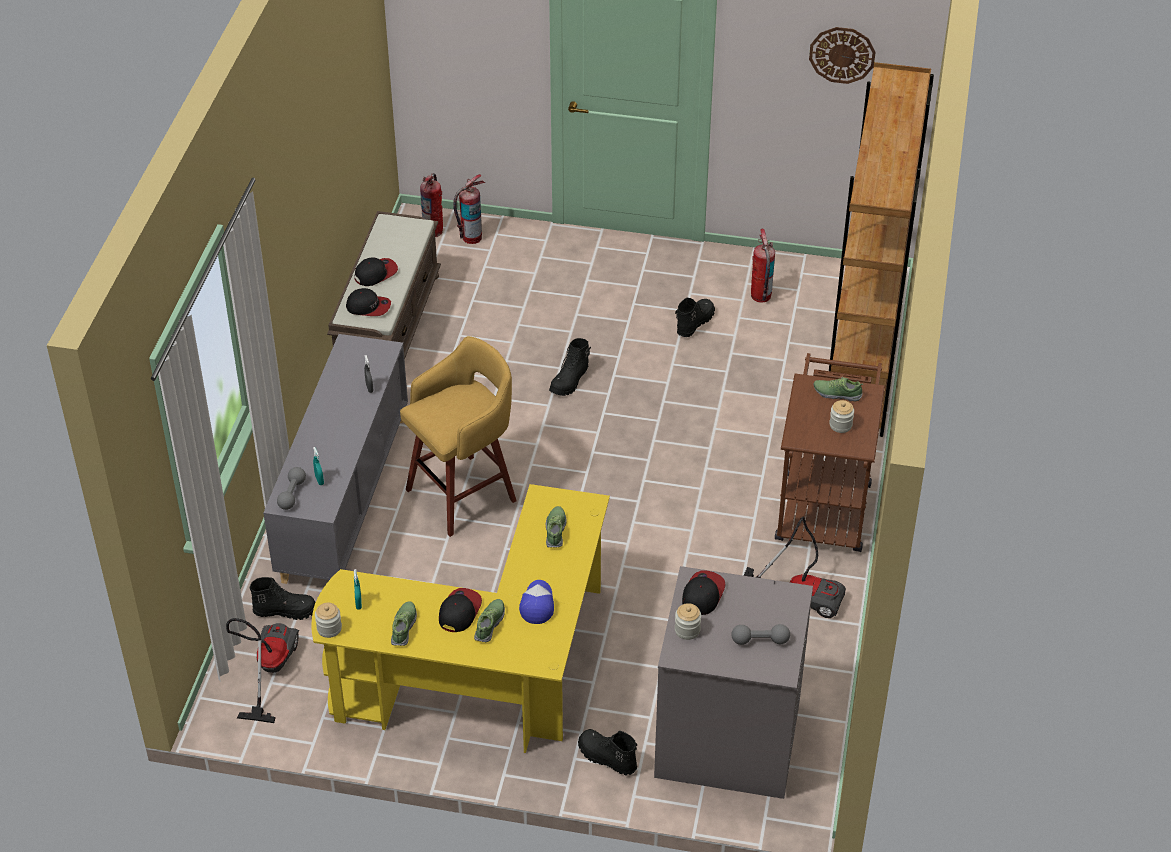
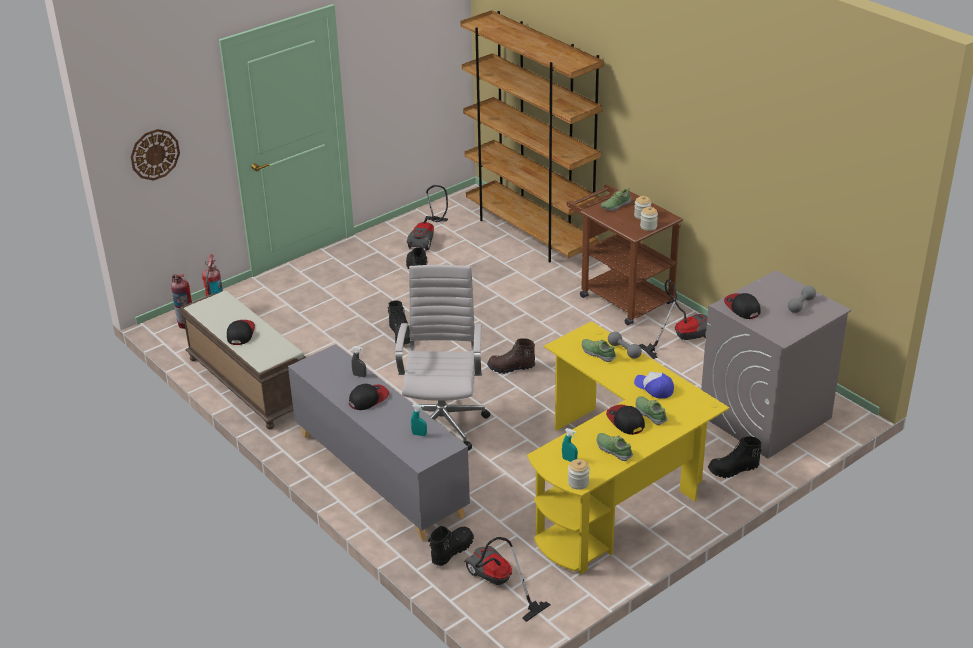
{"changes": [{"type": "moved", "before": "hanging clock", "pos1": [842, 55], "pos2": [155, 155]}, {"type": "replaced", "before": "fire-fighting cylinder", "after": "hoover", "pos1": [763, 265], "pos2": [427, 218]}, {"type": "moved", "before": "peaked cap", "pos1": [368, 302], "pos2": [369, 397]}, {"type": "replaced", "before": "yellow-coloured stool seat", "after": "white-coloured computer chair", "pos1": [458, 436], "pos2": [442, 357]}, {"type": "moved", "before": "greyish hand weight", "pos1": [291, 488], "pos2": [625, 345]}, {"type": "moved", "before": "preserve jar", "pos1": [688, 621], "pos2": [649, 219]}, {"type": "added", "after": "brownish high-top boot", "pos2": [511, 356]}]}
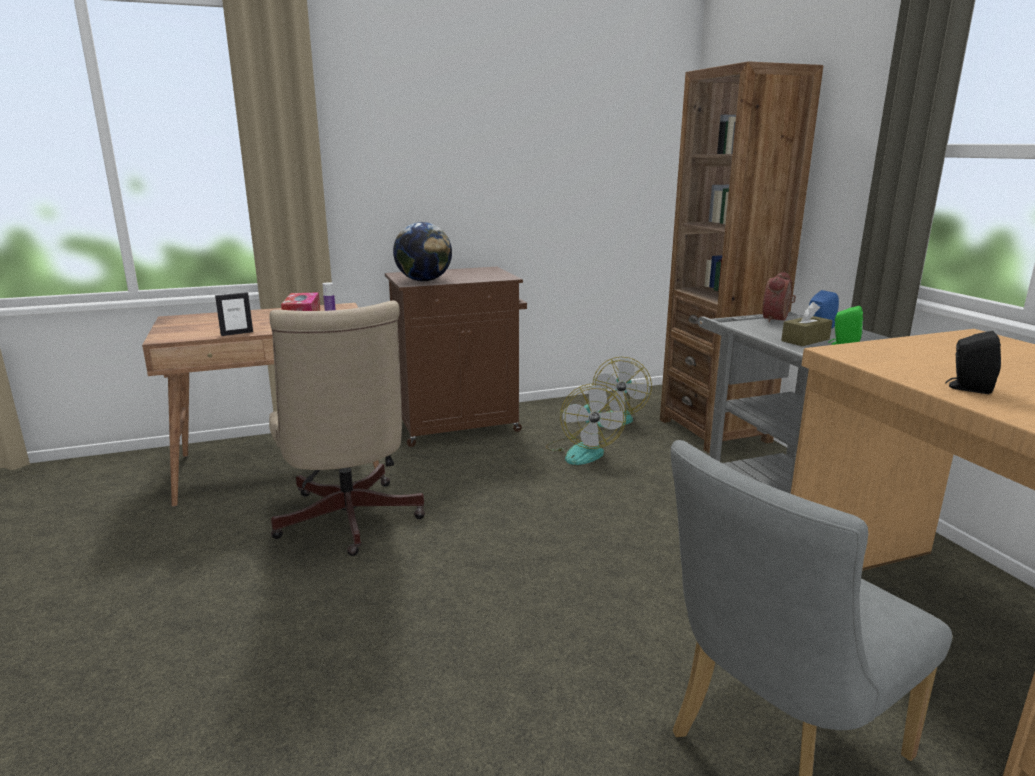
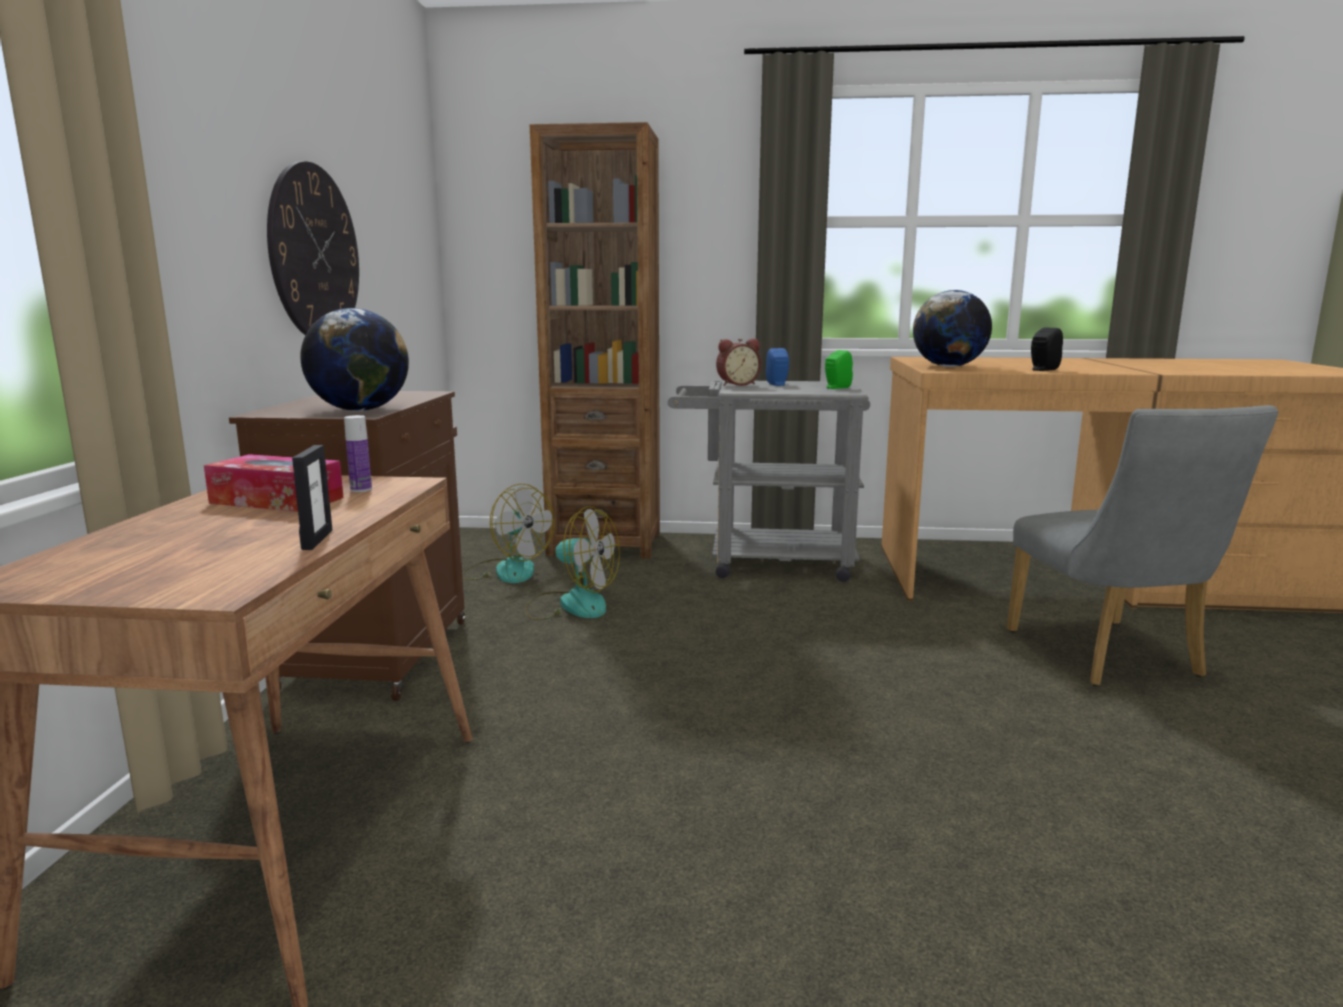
{"changes": [{"type": "turned", "before": "alarm clock", "pos1": [779, 297], "pos2": [738, 362], "turn": -75}, {"type": "removed", "before": "beige-coloured computer chair", "pos1": [347, 428]}, {"type": "removed", "before": "brownish box of tissues", "pos1": [807, 324]}, {"type": "added", "after": "hanging clock", "pos2": [313, 248]}, {"type": "added", "after": "desk globe", "pos2": [952, 328]}]}
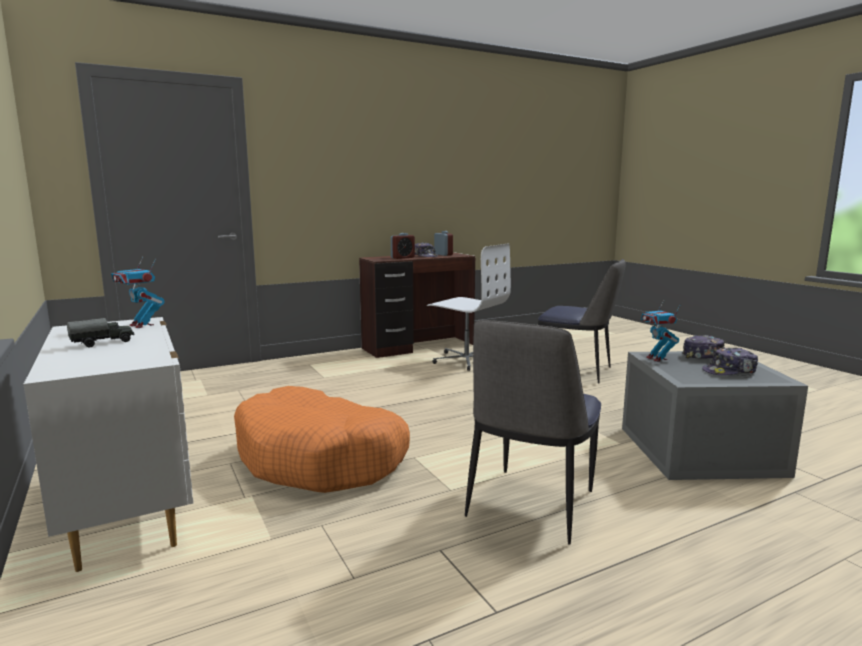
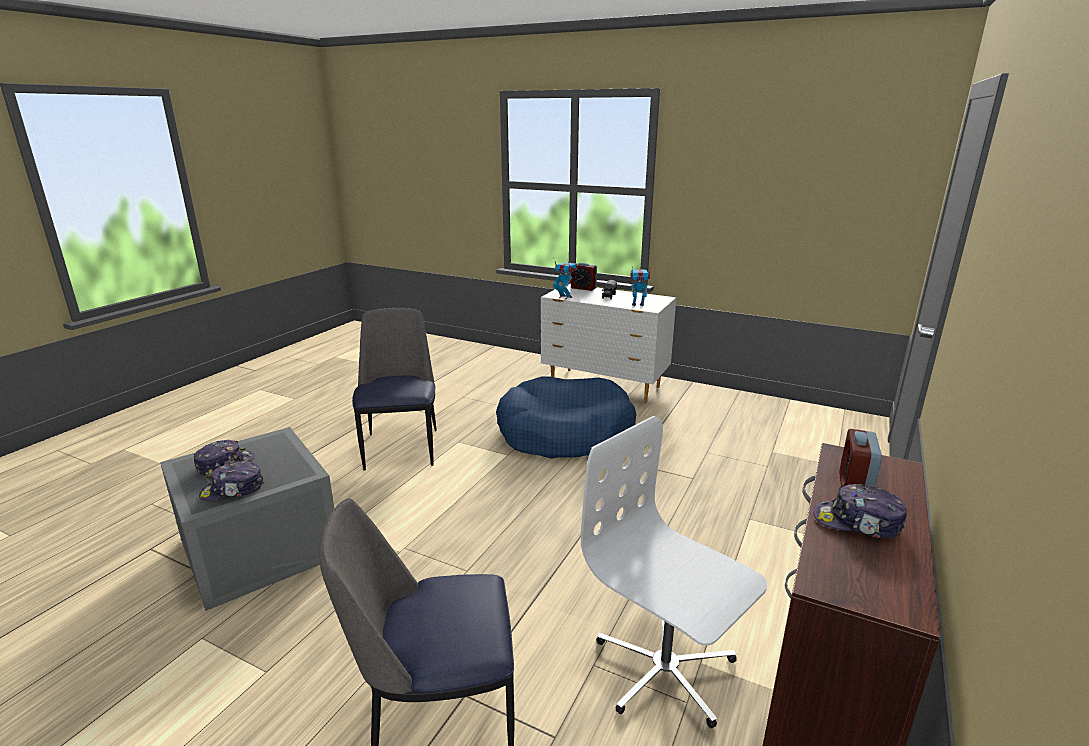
{"changes": [{"type": "moved", "before": "alarm clock", "pos1": [443, 243], "pos2": [584, 276]}, {"type": "turned", "before": "white-coloured computer chair", "pos1": [469, 307], "pos2": [674, 572], "turn": 45}, {"type": "moved", "before": "toy robot", "pos1": [661, 331], "pos2": [565, 280]}, {"type": "recoloured", "before": "orange-coloured pet bed", "after": "bluish pet bed", "pos1": [322, 439], "pos2": [566, 417]}]}
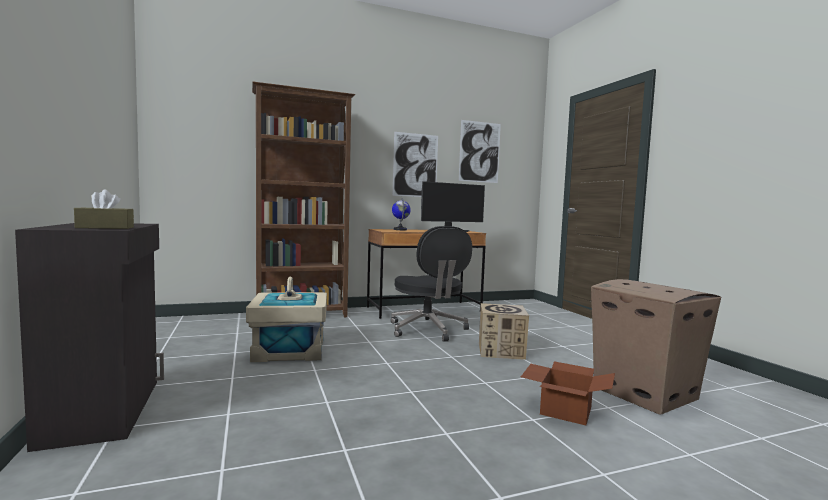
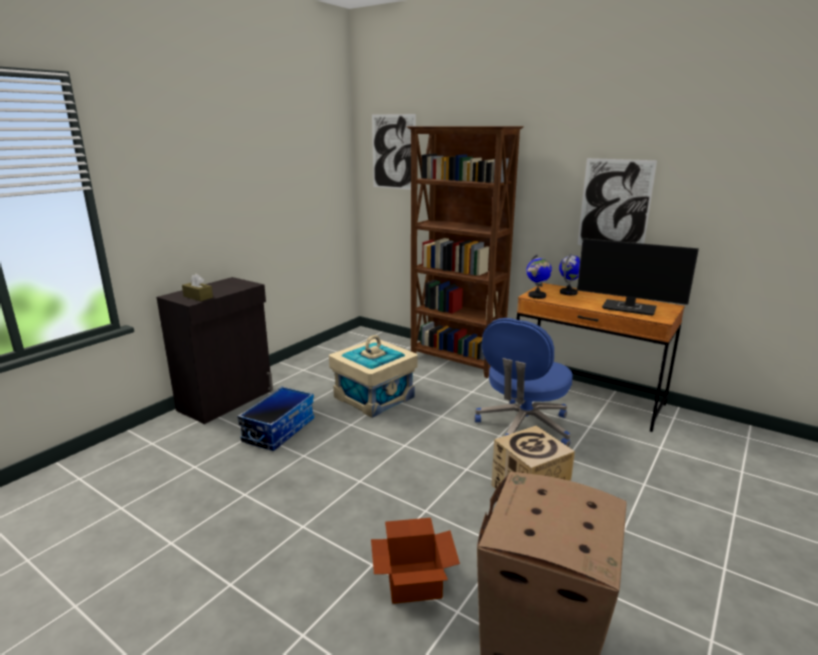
{"changes": [{"type": "moved", "before": "wall art", "pos1": [480, 151], "pos2": [394, 152]}, {"type": "recoloured", "before": "blackish computer chair", "after": "bluish computer chair", "pos1": [431, 284], "pos2": [524, 382]}, {"type": "added", "after": "desk globe", "pos2": [539, 276]}, {"type": "added", "after": "storage box", "pos2": [275, 419]}]}
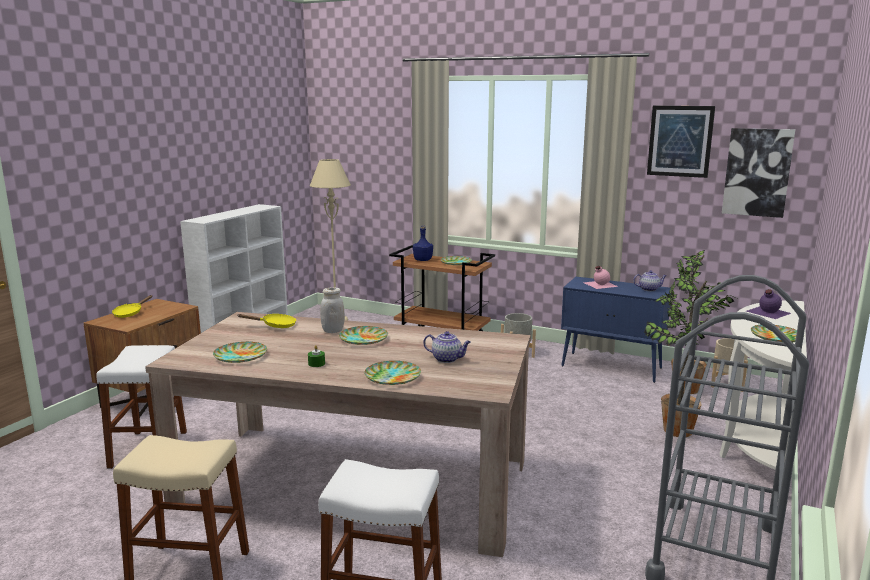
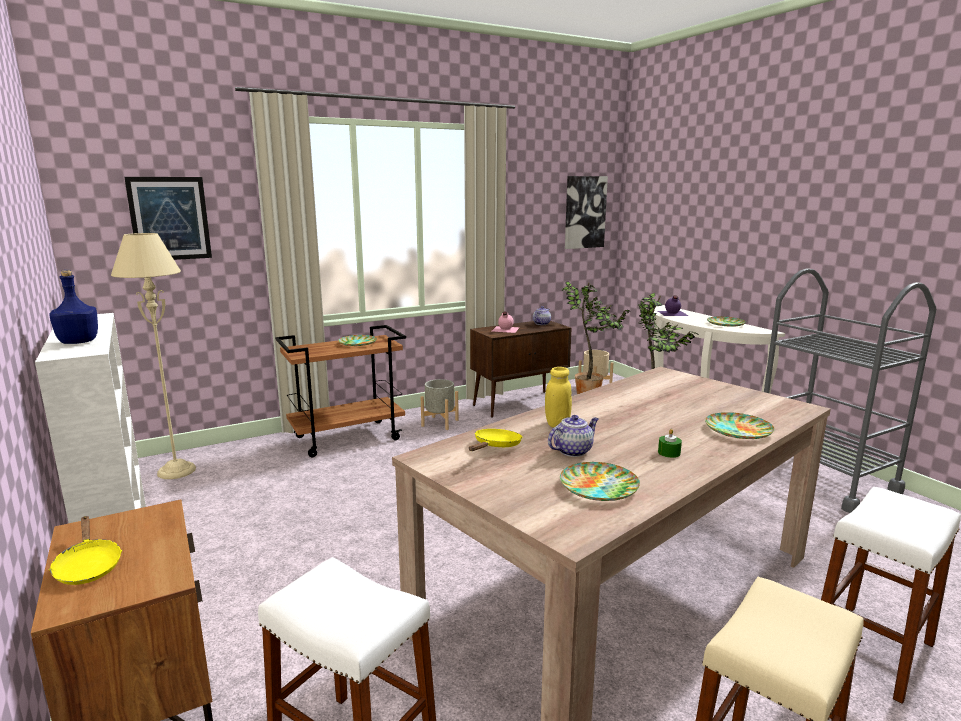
{"changes": [{"type": "moved", "before": "wall art", "pos1": [681, 142], "pos2": [168, 218]}, {"type": "moved", "before": "bluish bottle", "pos1": [423, 243], "pos2": [73, 307]}, {"type": "recoloured", "before": "bluish storage cabinet", "after": "brownish storage cabinet", "pos1": [616, 330], "pos2": [521, 369]}, {"type": "recoloured", "before": "white-coloured preserve jar", "after": "yellow-coloured preserve jar", "pos1": [332, 310], "pos2": [558, 397]}, {"type": "removed", "before": "flat dish", "pos1": [363, 335]}, {"type": "moved", "before": "pot for tea", "pos1": [447, 347], "pos2": [573, 436]}]}
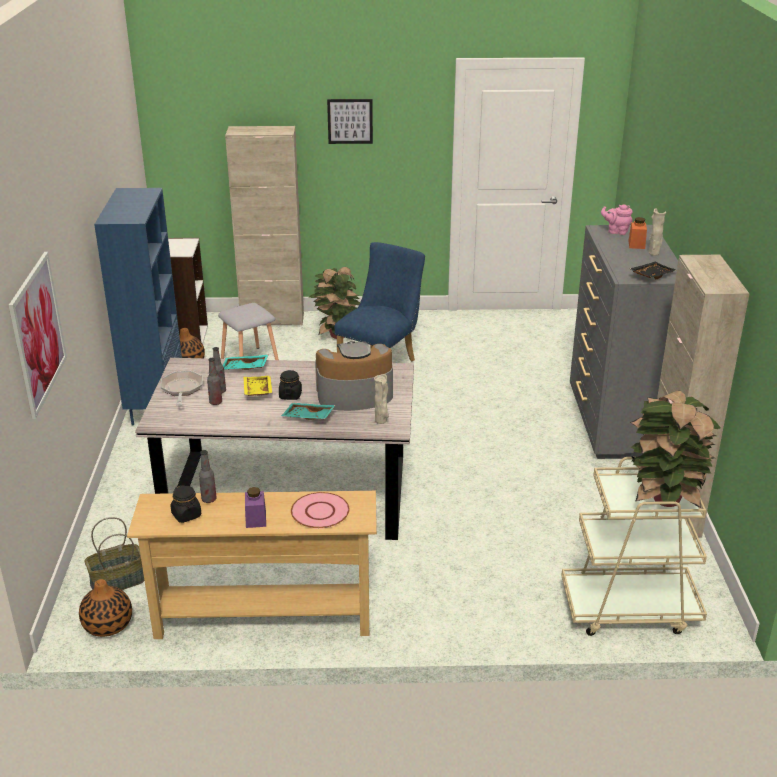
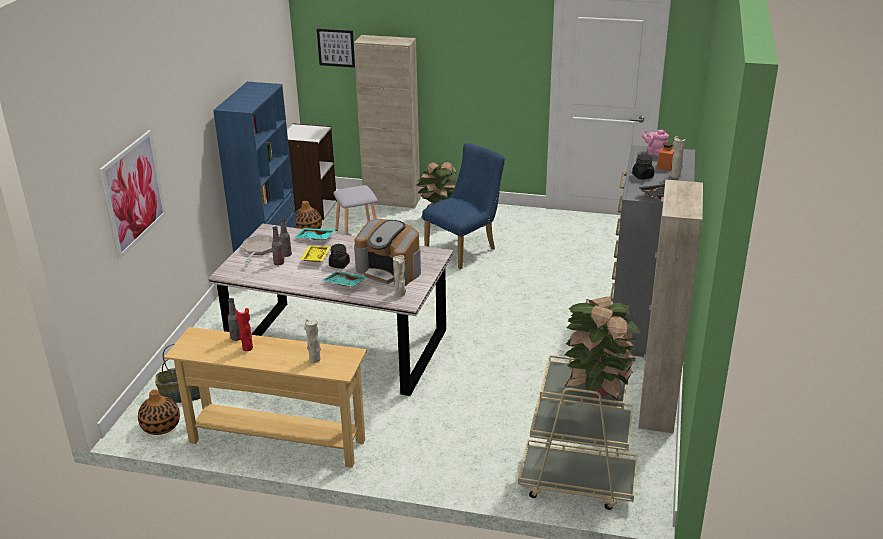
{"changes": [{"type": "moved", "before": "wall art", "pos1": [350, 121], "pos2": [336, 48]}, {"type": "turned", "before": "coffee maker", "pos1": [354, 376], "pos2": [387, 252], "turn": -150}, {"type": "moved", "before": "blackish preserve jar", "pos1": [186, 504], "pos2": [643, 167]}, {"type": "removed", "before": "purple-coloured preserve jar", "pos1": [255, 507]}, {"type": "replaced", "before": "pink flat dish", "after": "beige-coloured decorative vase", "pos1": [320, 510], "pos2": [312, 341]}, {"type": "added", "after": "reddish decorative vase", "pos2": [244, 329]}]}
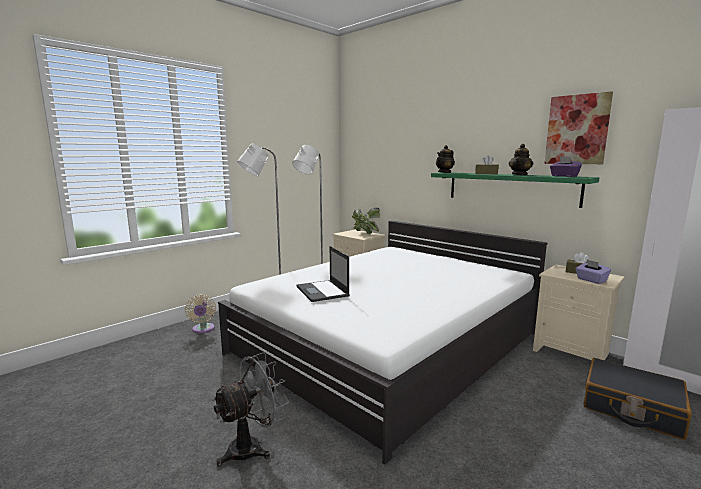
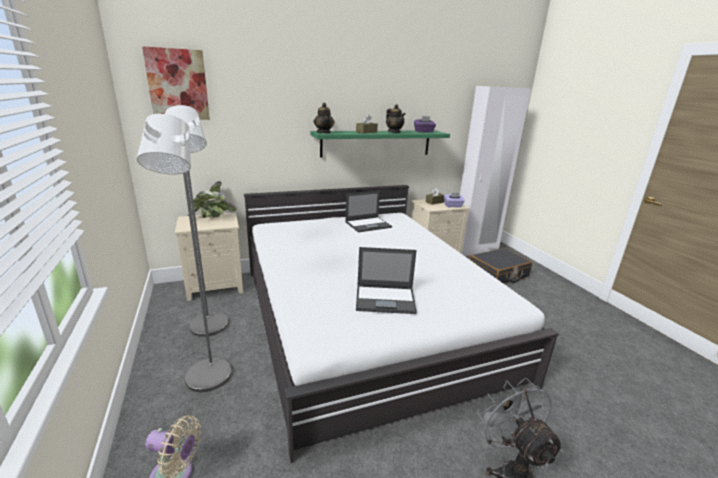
{"changes": [{"type": "moved", "before": "wall art", "pos1": [578, 127], "pos2": [176, 83]}, {"type": "added", "after": "notebook computer", "pos2": [368, 211]}]}
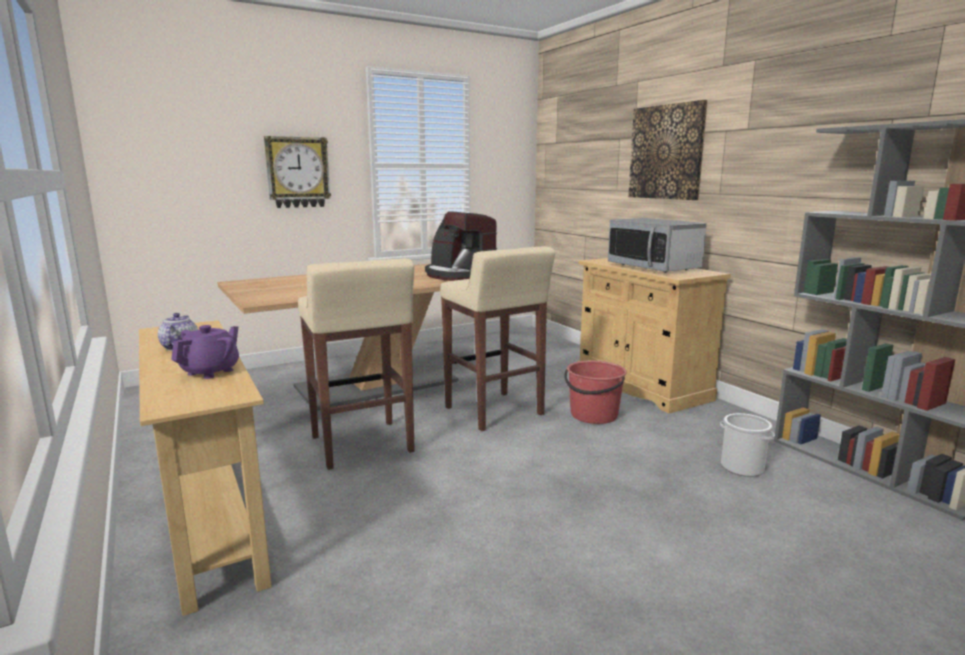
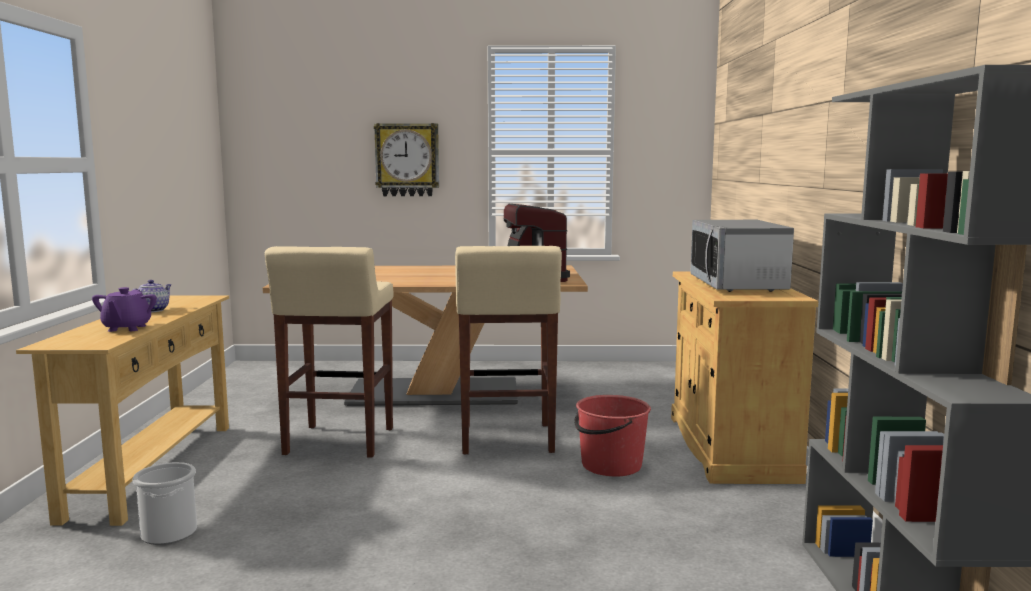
{"changes": [{"type": "removed", "before": "wall art", "pos1": [668, 150]}, {"type": "turned", "before": "purple-coloured pot for tea", "pos1": [205, 352], "pos2": [124, 309], "turn": 120}, {"type": "moved", "before": "bucket", "pos1": [747, 445], "pos2": [165, 503]}]}
